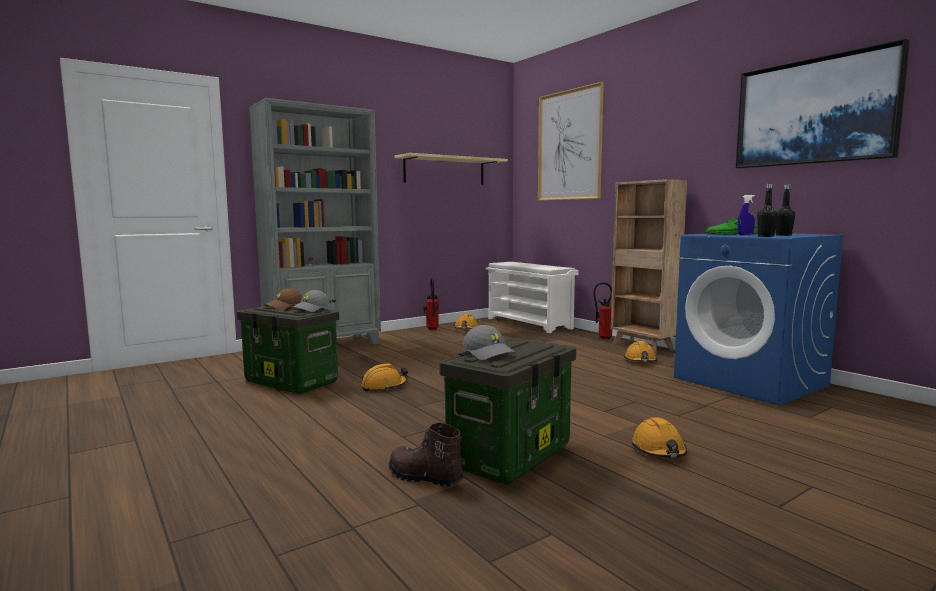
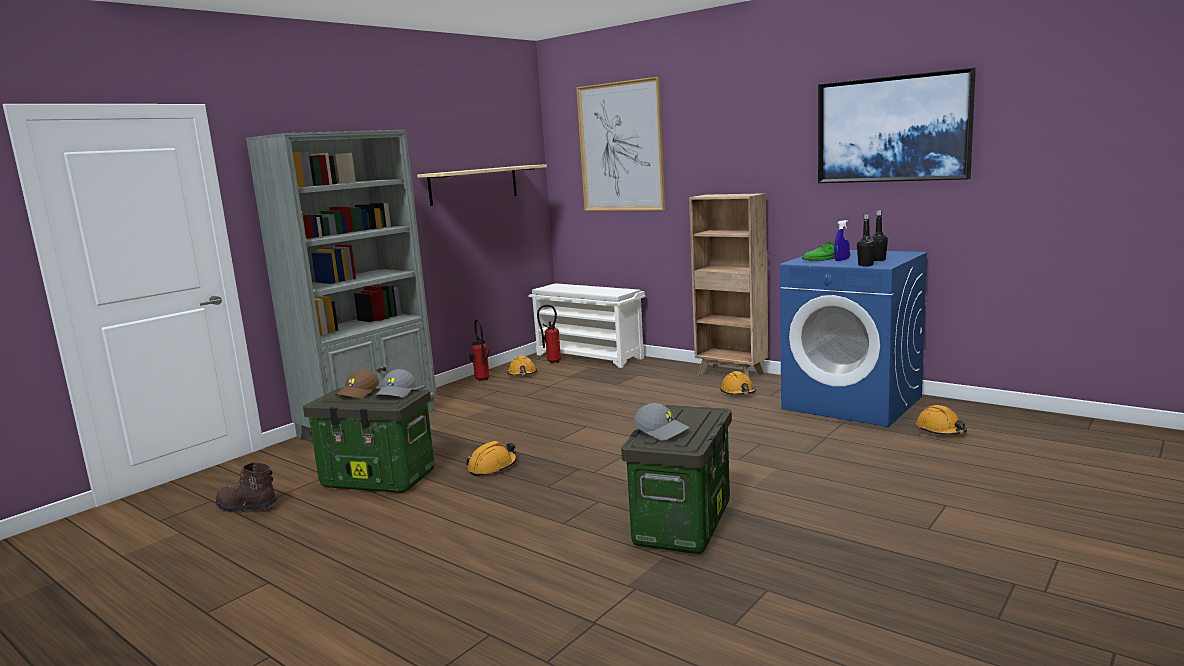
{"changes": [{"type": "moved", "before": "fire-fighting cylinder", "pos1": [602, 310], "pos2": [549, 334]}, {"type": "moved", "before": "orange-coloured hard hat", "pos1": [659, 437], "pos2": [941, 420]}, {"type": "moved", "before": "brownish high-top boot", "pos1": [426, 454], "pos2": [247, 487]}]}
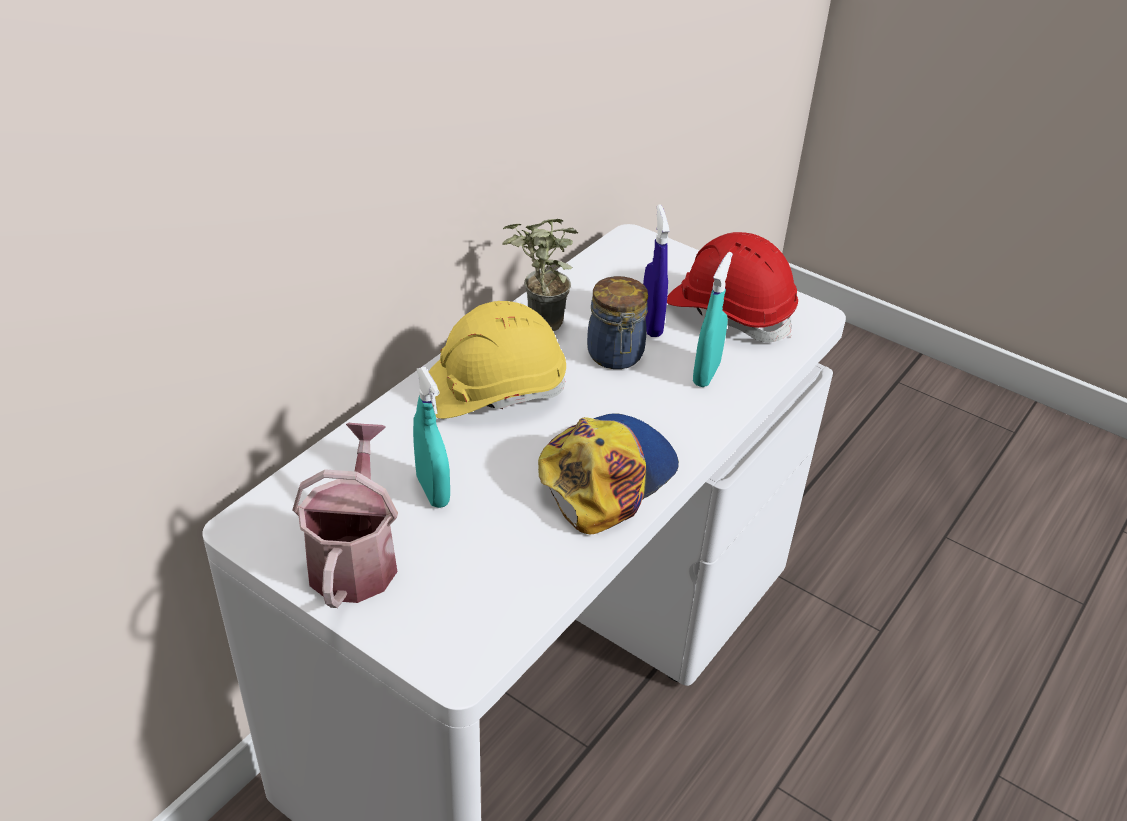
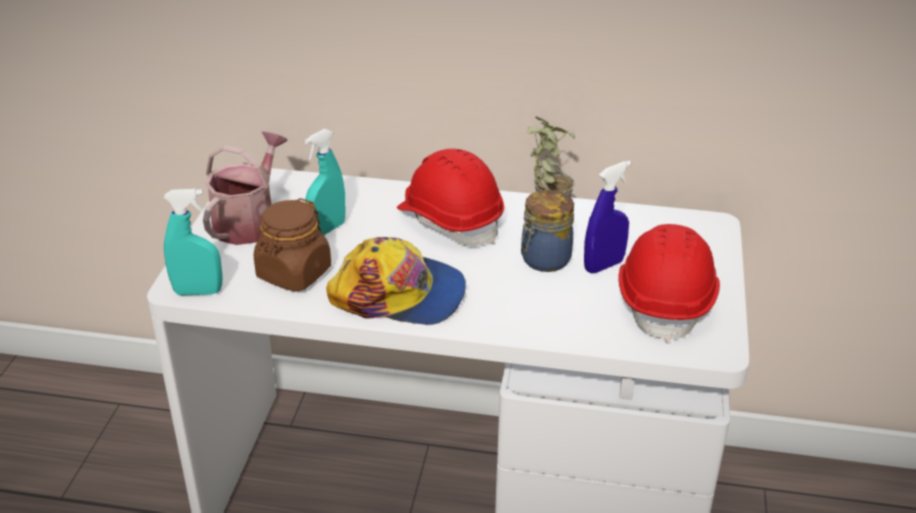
{"changes": [{"type": "moved", "before": "turquoise hand sprayer", "pos1": [713, 319], "pos2": [193, 242]}, {"type": "recoloured", "before": "yellow-coloured hard hat", "after": "reddish hard hat", "pos1": [497, 360], "pos2": [450, 197]}, {"type": "turned", "before": "sprinkling can", "pos1": [345, 515], "pos2": [245, 188], "turn": -45}, {"type": "added", "after": "brownish preserve jar", "pos2": [292, 245]}]}
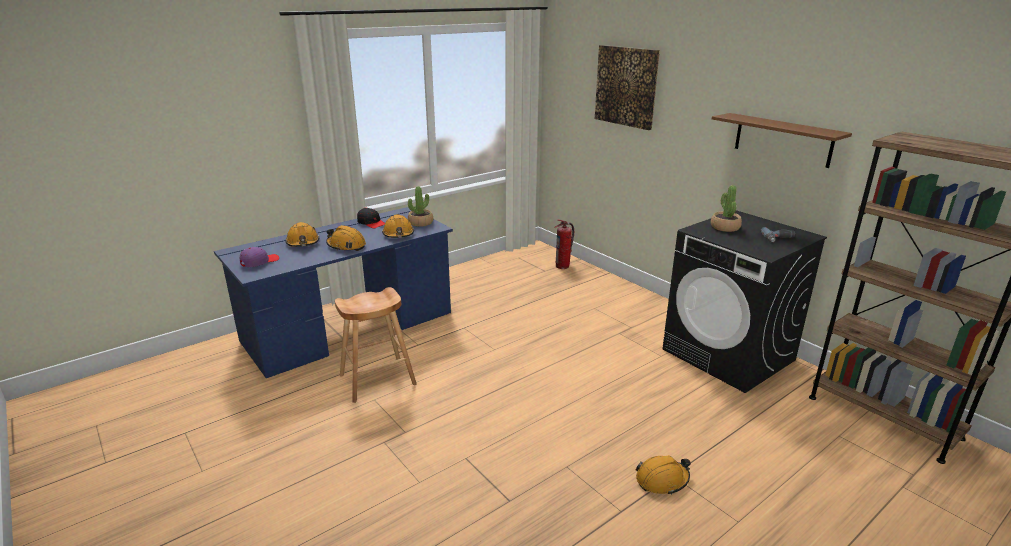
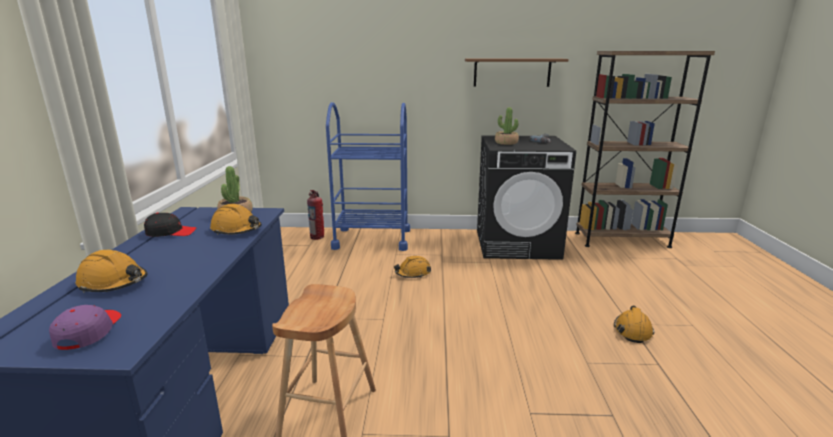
{"changes": [{"type": "removed", "before": "wall art", "pos1": [627, 87]}, {"type": "moved", "before": "orange-coloured hard hat", "pos1": [346, 238], "pos2": [412, 267]}, {"type": "added", "after": "bluish cart", "pos2": [368, 176]}]}
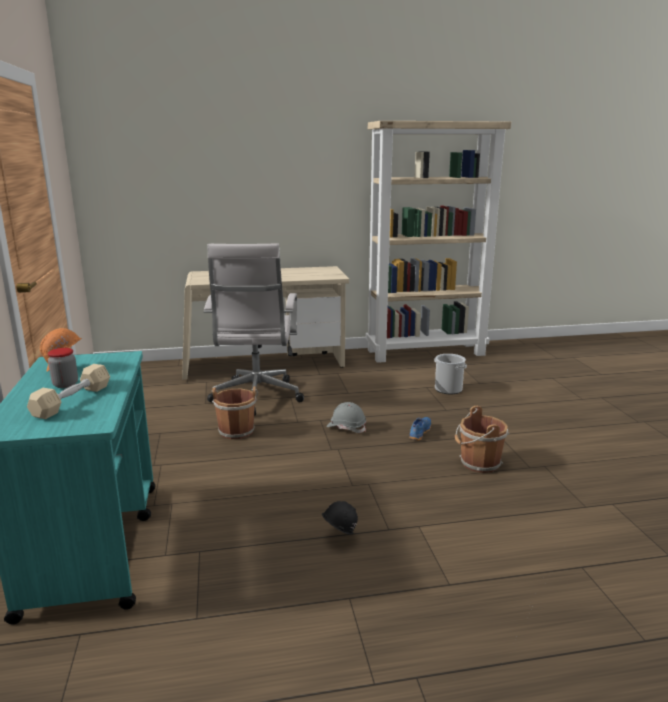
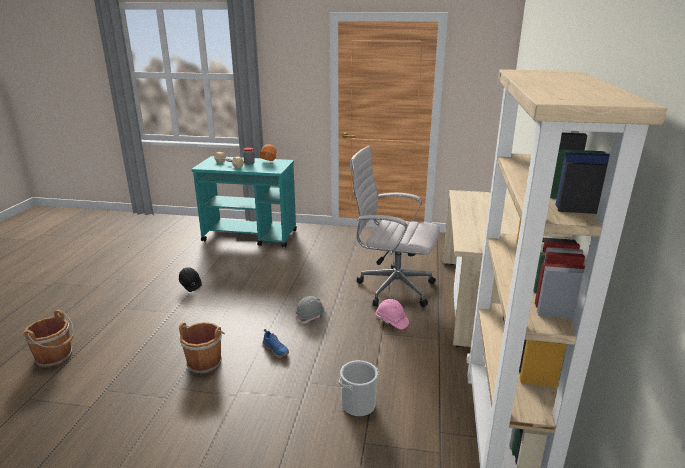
{"changes": [{"type": "moved", "before": "brownish bucket", "pos1": [234, 412], "pos2": [48, 339]}, {"type": "added", "after": "pink hard hat", "pos2": [392, 314]}]}
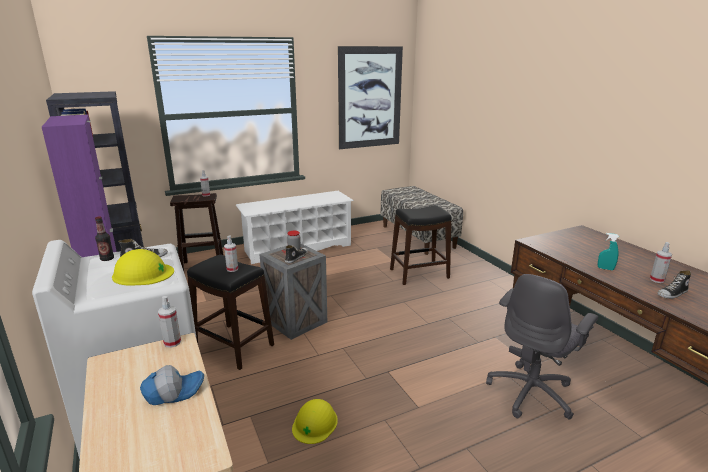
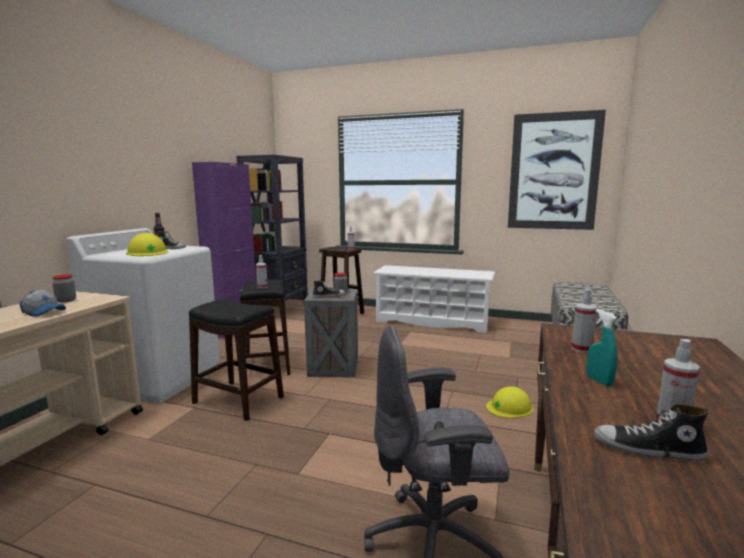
{"changes": [{"type": "moved", "before": "blackish stool seat", "pos1": [421, 245], "pos2": [236, 360]}, {"type": "moved", "before": "hand sprayer", "pos1": [169, 322], "pos2": [584, 321]}, {"type": "moved", "before": "yellow-coloured hard hat", "pos1": [315, 421], "pos2": [509, 402]}, {"type": "added", "after": "preserve jar", "pos2": [64, 288]}]}
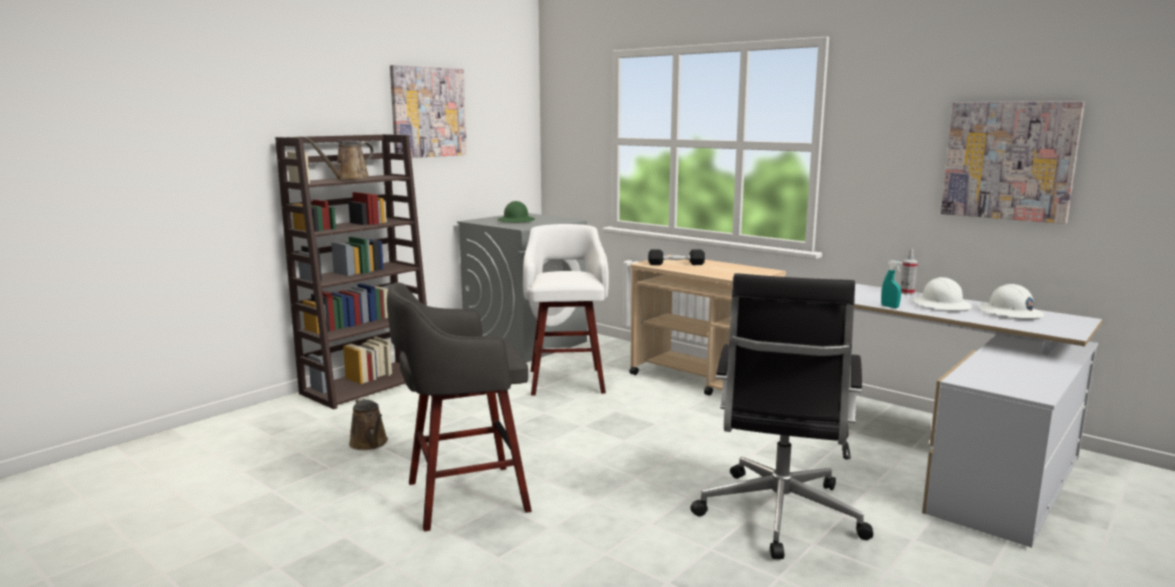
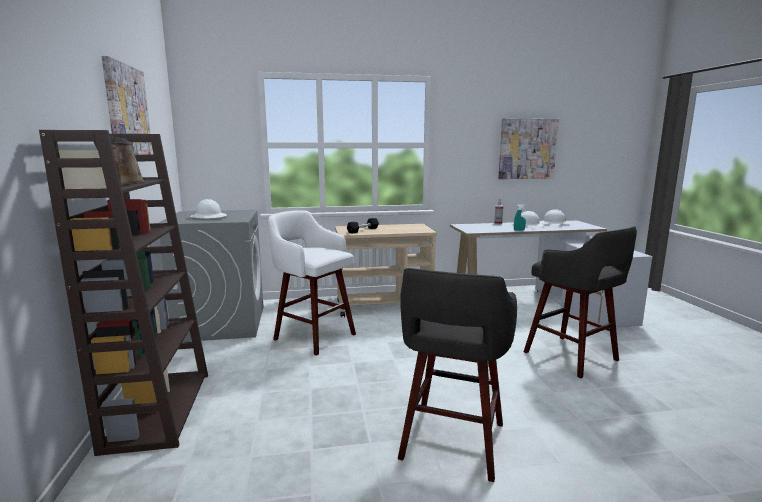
{"changes": [{"type": "recoloured", "before": "green-coloured hard hat", "after": "white-coloured hard hat", "pos1": [516, 211], "pos2": [208, 209]}, {"type": "replaced", "before": "blackish computer chair", "after": "greyish stool seat", "pos1": [781, 416], "pos2": [580, 302]}, {"type": "removed", "before": "brownish sprinkling can", "pos1": [368, 423]}]}
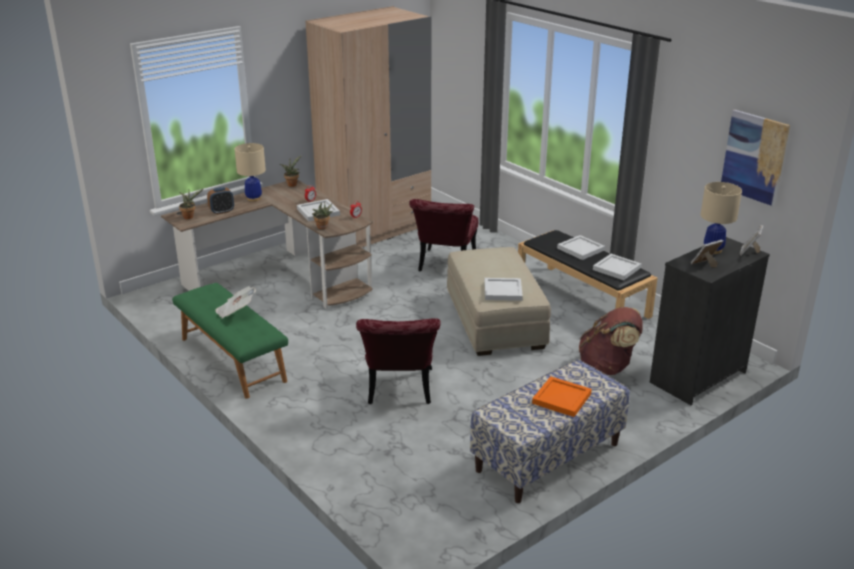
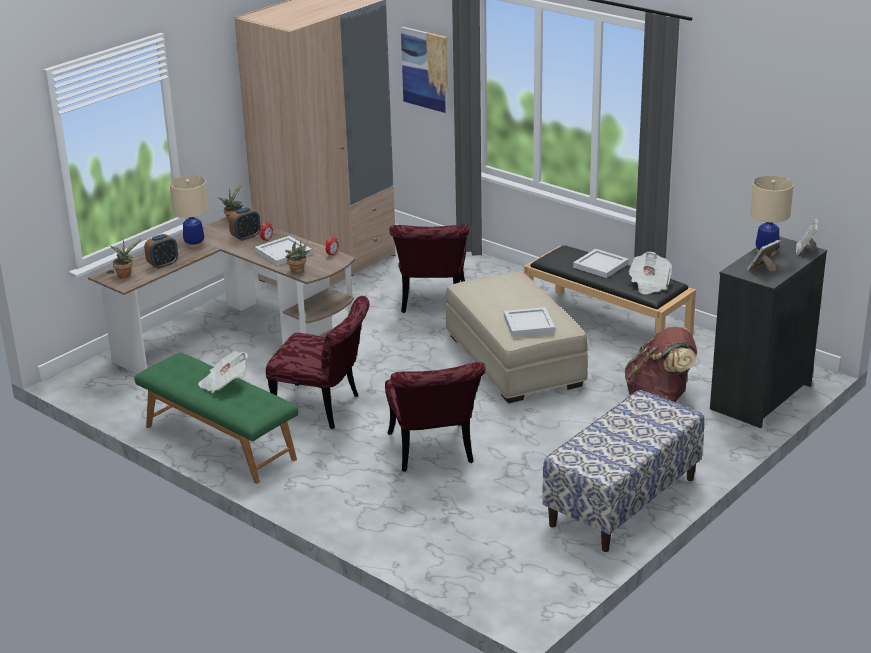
{"changes": [{"type": "moved", "before": "wall art", "pos1": [755, 158], "pos2": [425, 70]}, {"type": "replaced", "before": "white-coloured tray", "after": "printed paper", "pos1": [617, 267], "pos2": [650, 273]}, {"type": "removed", "before": "orange-coloured tray", "pos1": [562, 396]}, {"type": "added", "after": "alarm clock", "pos2": [245, 224]}, {"type": "added", "after": "reddish chair", "pos2": [318, 362]}]}
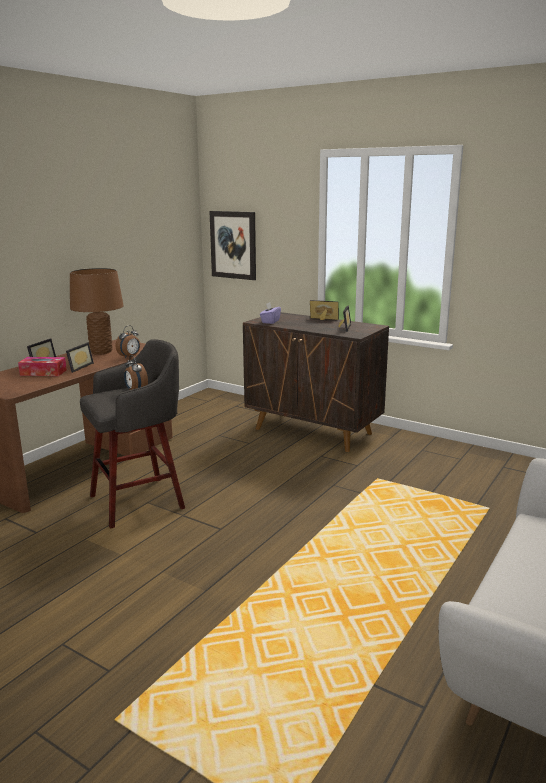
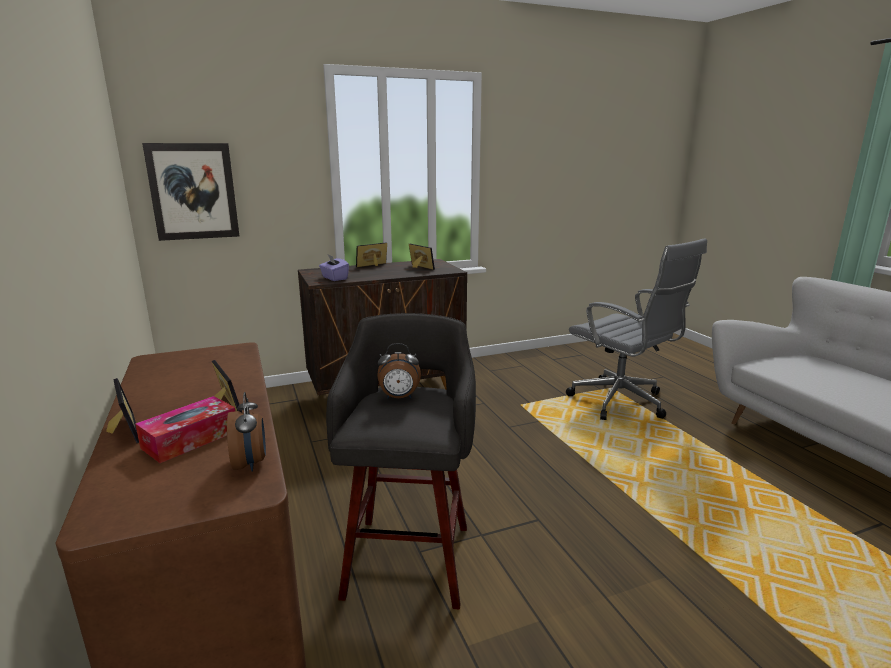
{"changes": [{"type": "removed", "before": "brownish lamp for a table", "pos1": [97, 311]}, {"type": "moved", "before": "alarm clock", "pos1": [127, 341], "pos2": [246, 432]}, {"type": "added", "after": "greyish computer chair", "pos2": [636, 329]}]}
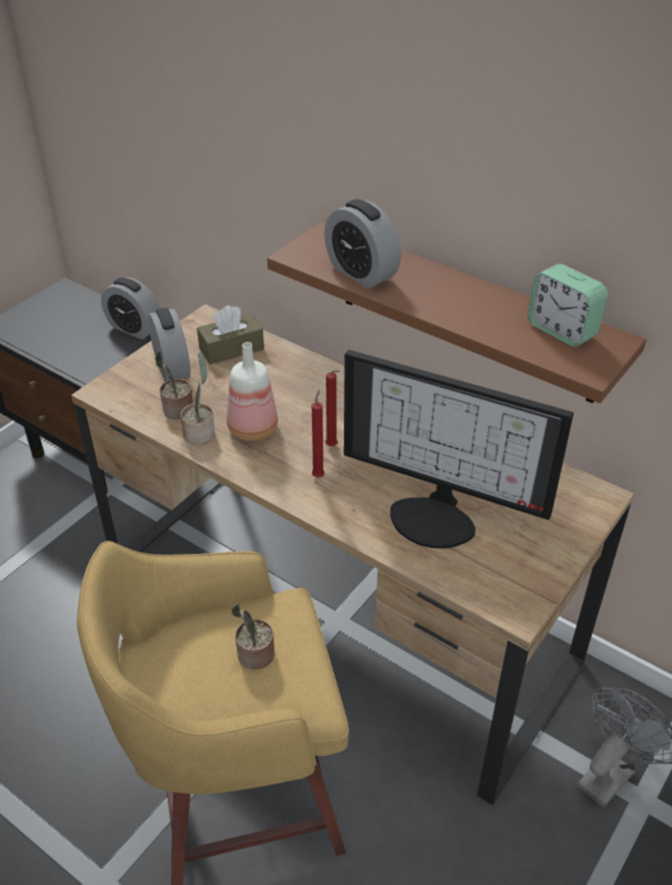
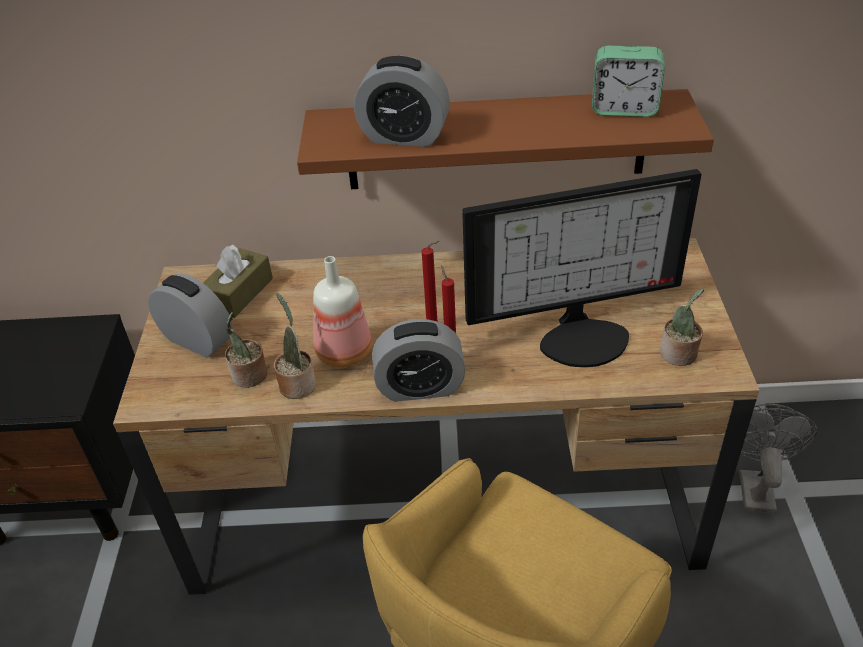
{"changes": [{"type": "moved", "before": "alarm clock", "pos1": [130, 308], "pos2": [419, 360]}, {"type": "moved", "before": "potted plant", "pos1": [253, 636], "pos2": [682, 327]}]}
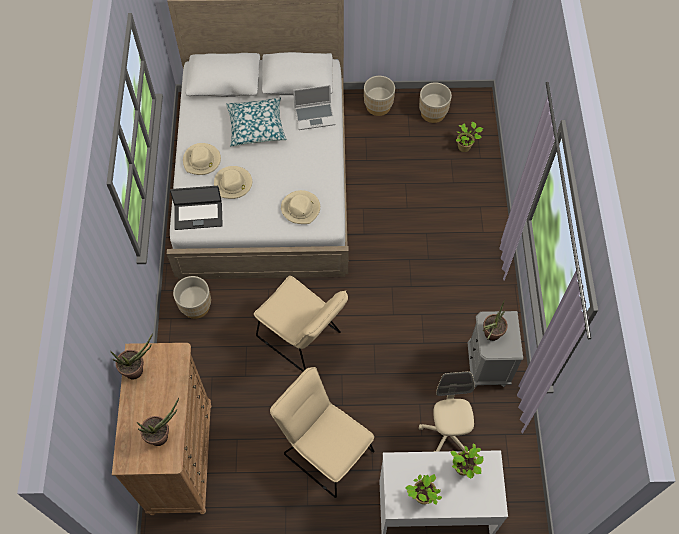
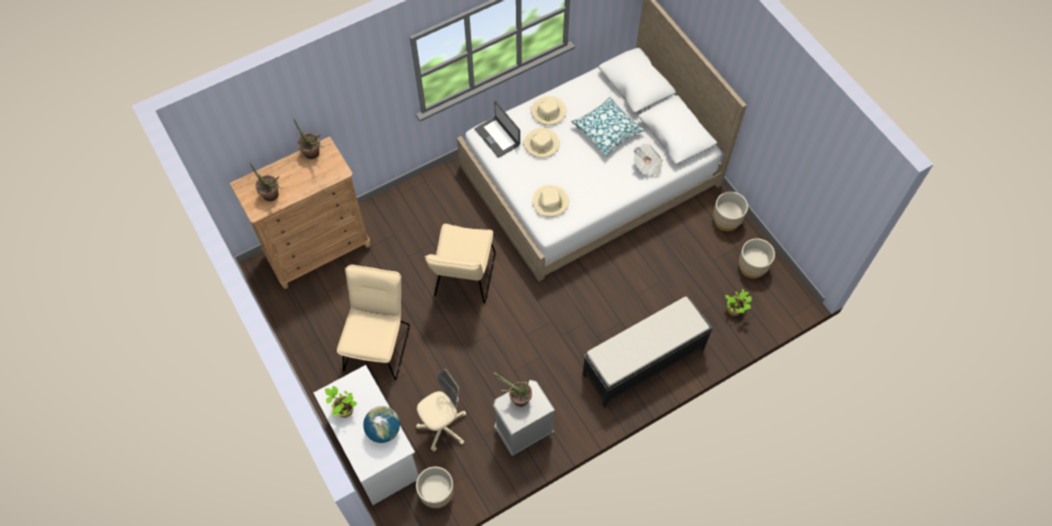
{"changes": [{"type": "replaced", "before": "notebook computer", "after": "printed paper", "pos1": [314, 107], "pos2": [648, 160]}, {"type": "moved", "before": "beige-coloured flower pot", "pos1": [192, 297], "pos2": [435, 487]}, {"type": "replaced", "before": "potted plant", "after": "desk globe", "pos1": [467, 461], "pos2": [381, 424]}, {"type": "added", "after": "blackish long seat", "pos2": [648, 352]}]}
